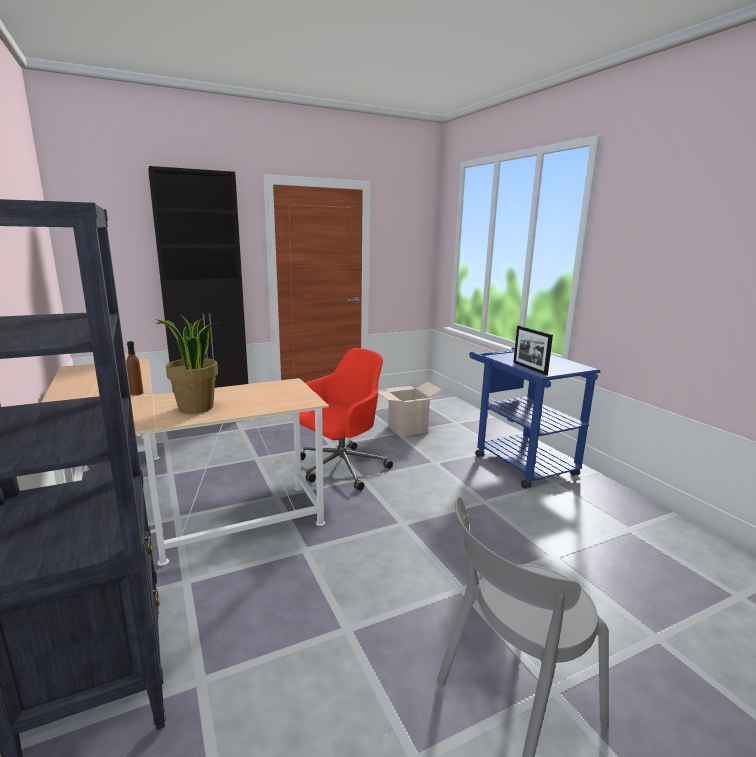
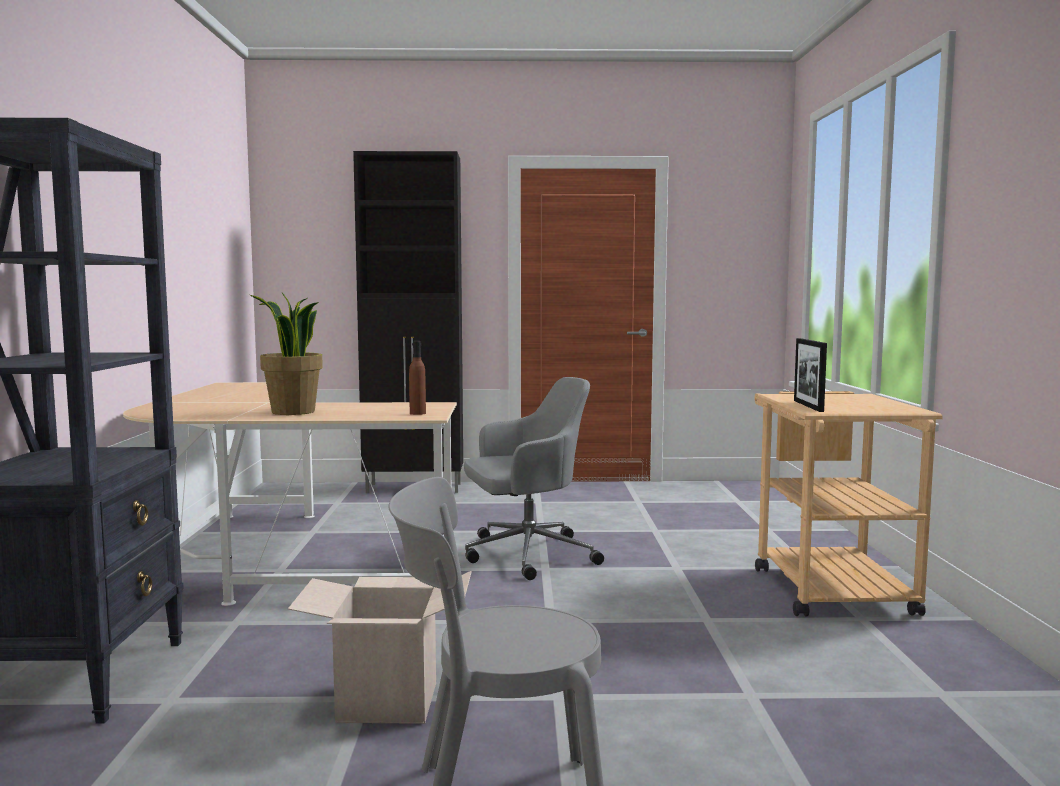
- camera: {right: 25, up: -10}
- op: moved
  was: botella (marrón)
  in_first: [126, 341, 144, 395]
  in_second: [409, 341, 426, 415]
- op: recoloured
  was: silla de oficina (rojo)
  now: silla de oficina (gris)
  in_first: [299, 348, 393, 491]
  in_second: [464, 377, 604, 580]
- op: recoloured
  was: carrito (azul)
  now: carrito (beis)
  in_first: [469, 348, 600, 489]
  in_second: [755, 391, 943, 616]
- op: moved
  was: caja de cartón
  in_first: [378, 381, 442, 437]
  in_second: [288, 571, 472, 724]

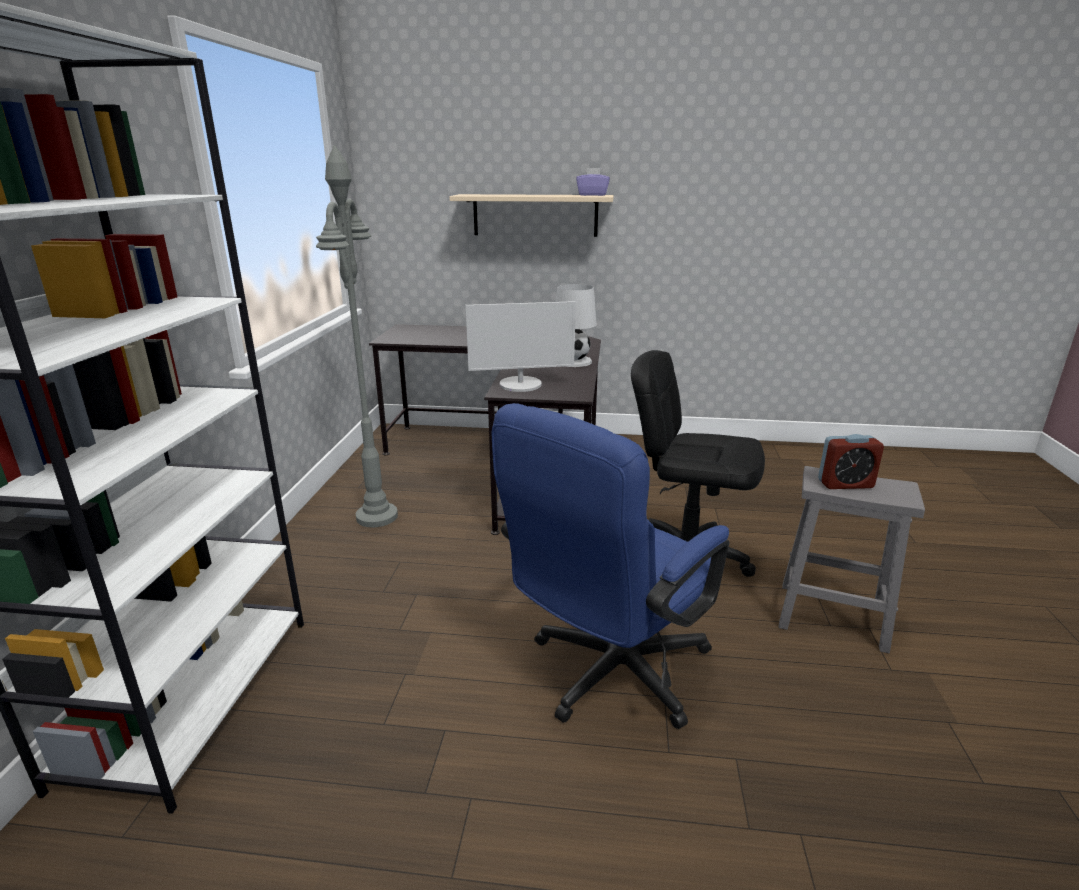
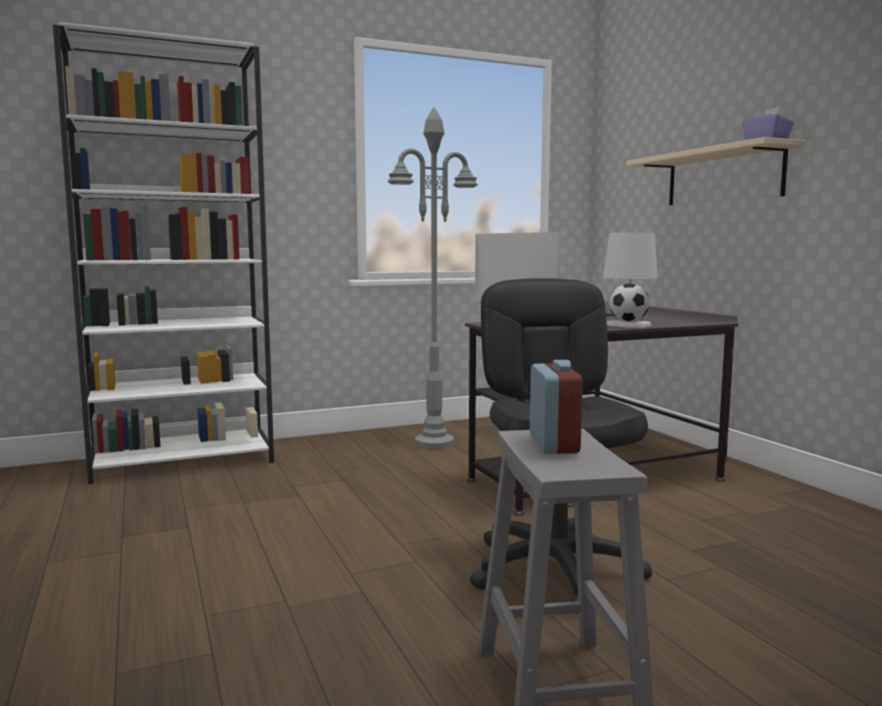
- camera: {right: 60, up: -15}
- op: removed
  was: silla de oficina (azul)
  in_first: [491, 403, 729, 729]
- op: turned
  was: despertador
  in_first: [818, 434, 884, 489]
  in_second: [530, 360, 583, 454]
  clockwise: -150

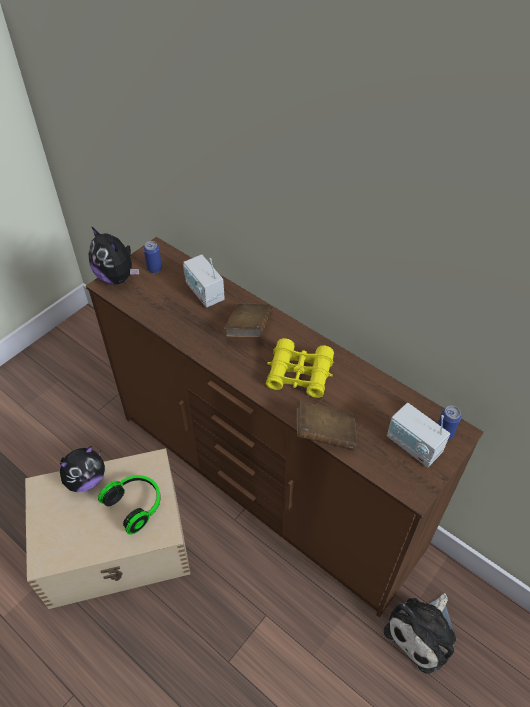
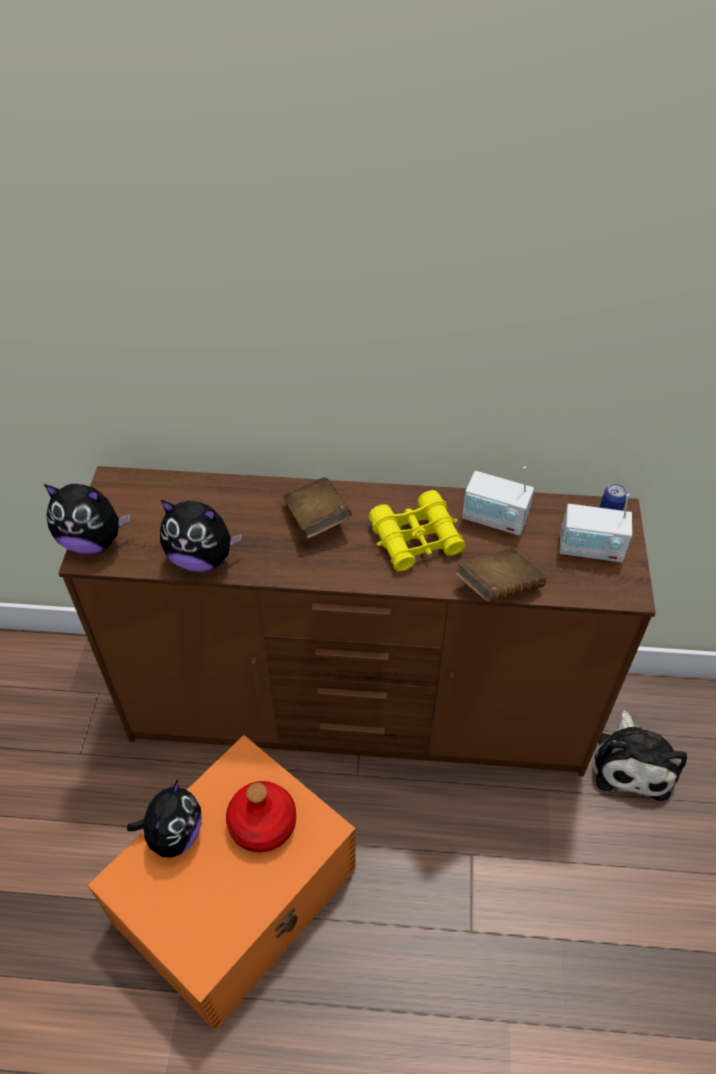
- camera: {right: -35, up: 0}
- op: removed
  was: lata
  in_first: [144, 241, 162, 273]
- op: moved
  was: radio
  in_first: [183, 254, 225, 308]
  in_second: [462, 467, 534, 536]
- op: recoloured
  was: caja de almacenaje (beis)
  now: caja de almacenaje (naranja)
  in_first: [25, 448, 190, 609]
  in_second: [87, 735, 356, 1031]
- op: replaced
  was: auriculares
  now: botella (rojo)
  in_first: [98, 475, 161, 535]
  in_second: [226, 781, 296, 852]
- op: added
  now: peluche
  in_second: [160, 500, 242, 572]

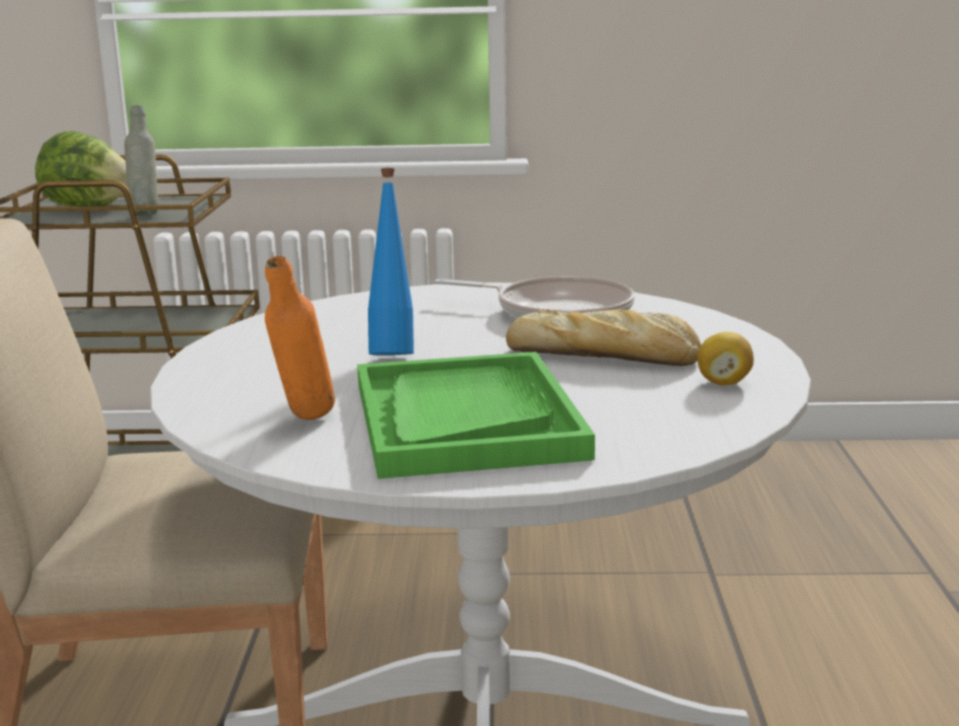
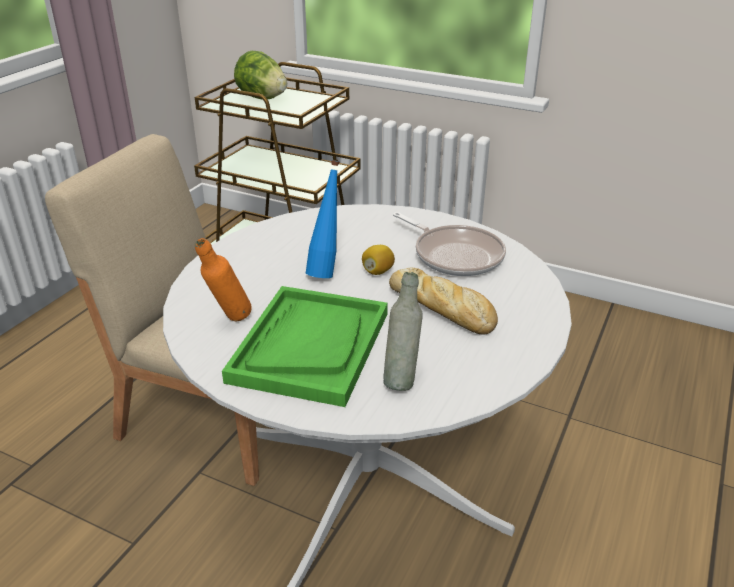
- camera: {right: 25, up: 15}
- op: moved
  was: botella (gris)
  in_first: [124, 105, 158, 216]
  in_second: [383, 272, 423, 391]
- op: moved
  was: limón
  in_first: [697, 332, 754, 386]
  in_second: [362, 245, 395, 275]

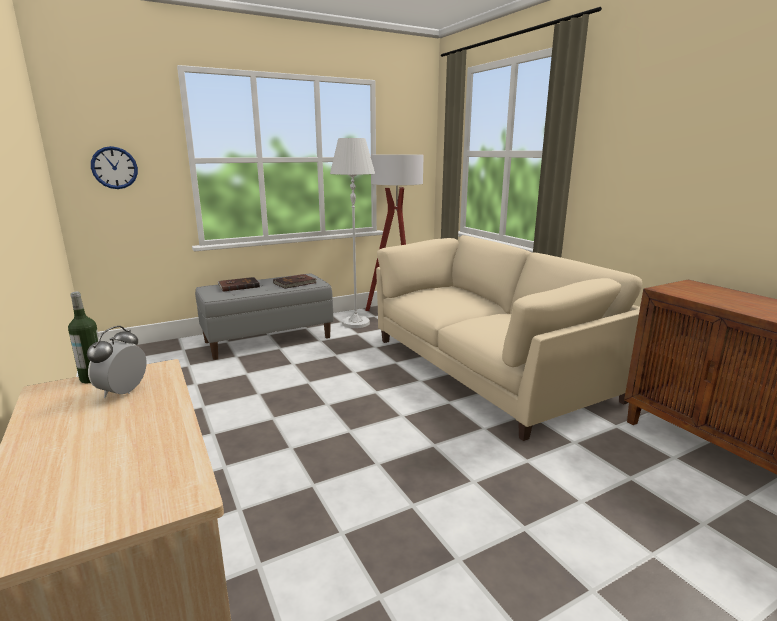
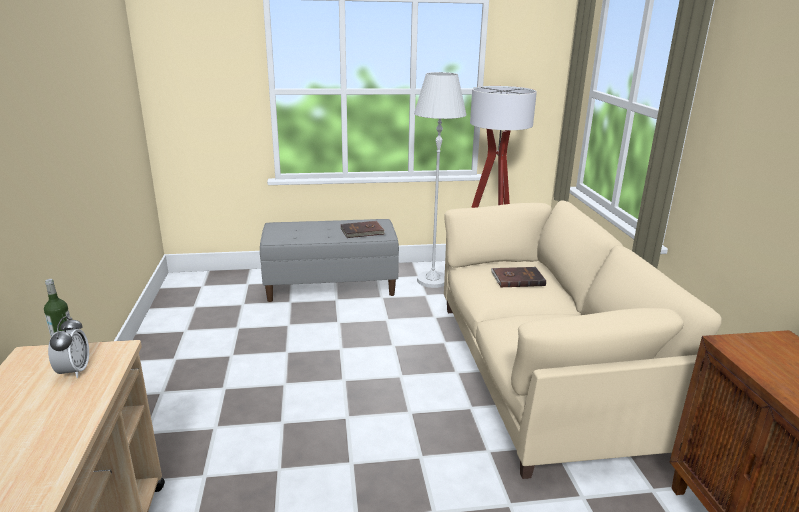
- camera: {right: 20, up: 5}
- op: removed
  was: reloj de pared
  in_first: [91, 146, 138, 189]
- op: moved
  was: libro (marrón)
  in_first: [217, 277, 260, 292]
  in_second: [491, 267, 546, 287]
- op: turned
  was: despertador
  in_first: [87, 326, 146, 398]
  in_second: [48, 316, 89, 378]
  clockwise: 135

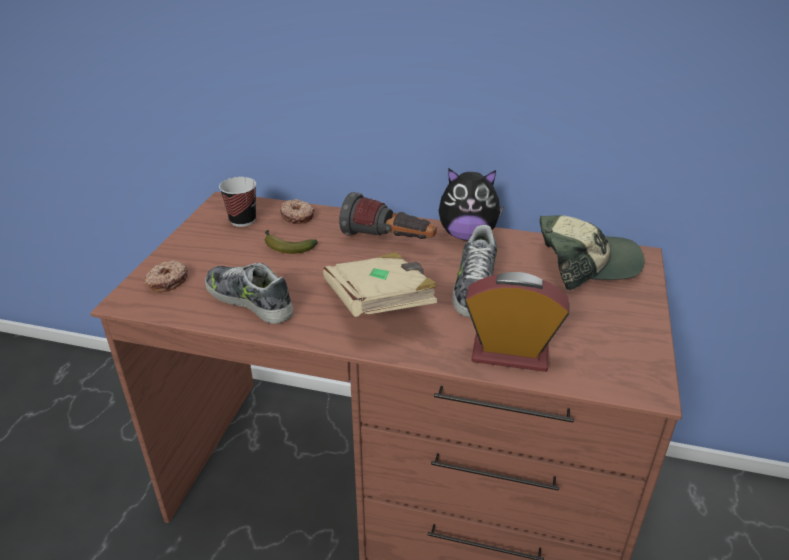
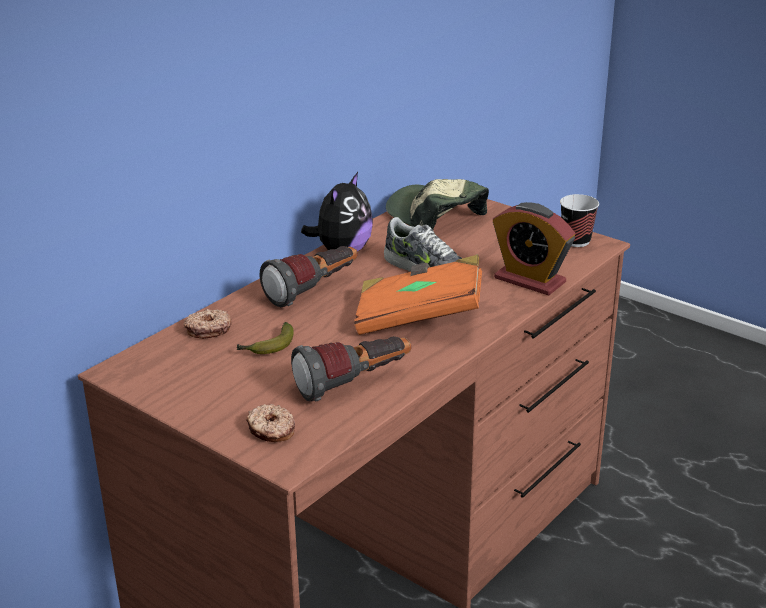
- camera: {right: -65, up: -5}
- op: moved
  was: taza
  in_first: [219, 177, 256, 227]
  in_second: [560, 194, 599, 247]
- op: turned
  was: gorra
  in_first: [540, 215, 645, 290]
  in_second: [386, 179, 489, 229]
  clockwise: -60
- op: recoloured
  was: libro (beis)
  now: libro (naranja)
  in_first: [323, 252, 437, 317]
  in_second: [354, 255, 482, 335]
- op: replaced
  was: zapato
  now: linterna
  in_first: [205, 263, 293, 324]
  in_second: [291, 336, 411, 402]
- op: turned
  was: despertador
  in_first: [465, 272, 569, 372]
  in_second: [493, 202, 575, 296]
  clockwise: -90

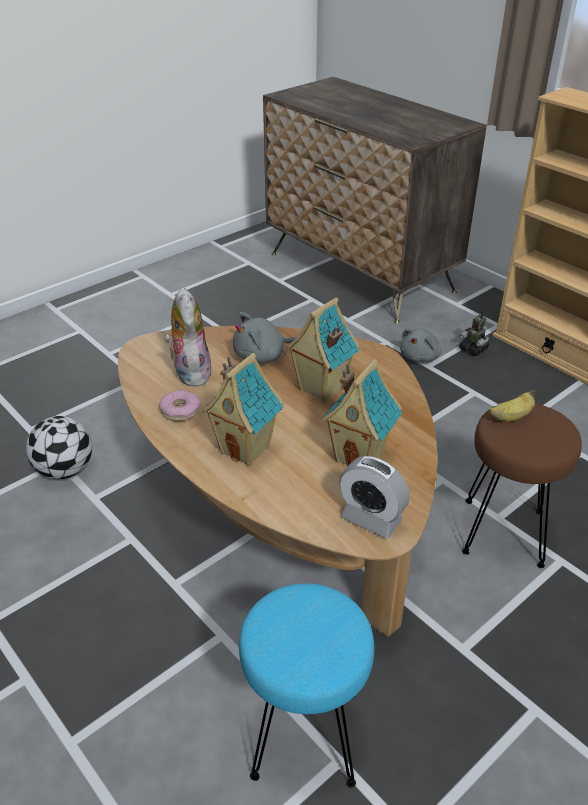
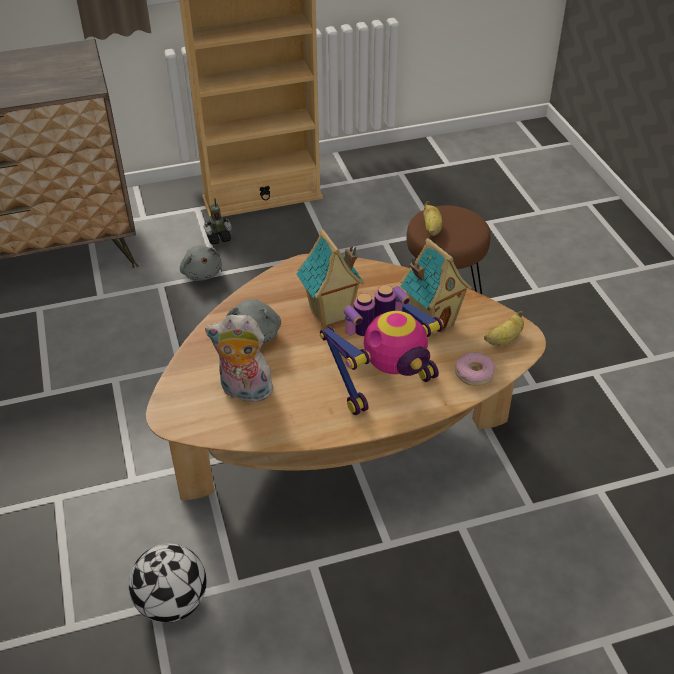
- camera: {right: -65, up: 5}
- op: replaced
  was: casita
  now: robot de juguete
  in_first: [202, 353, 284, 466]
  in_second: [320, 285, 444, 415]
- op: moved
  was: rosquilla
  in_first: [159, 390, 200, 421]
  in_second: [455, 352, 495, 386]
- op: replaced
  was: despertador
  now: plátano
  in_first: [339, 456, 410, 539]
  in_second: [484, 311, 524, 346]
- op: removed
  was: taburete (turquesa)
  in_first: [239, 583, 374, 788]

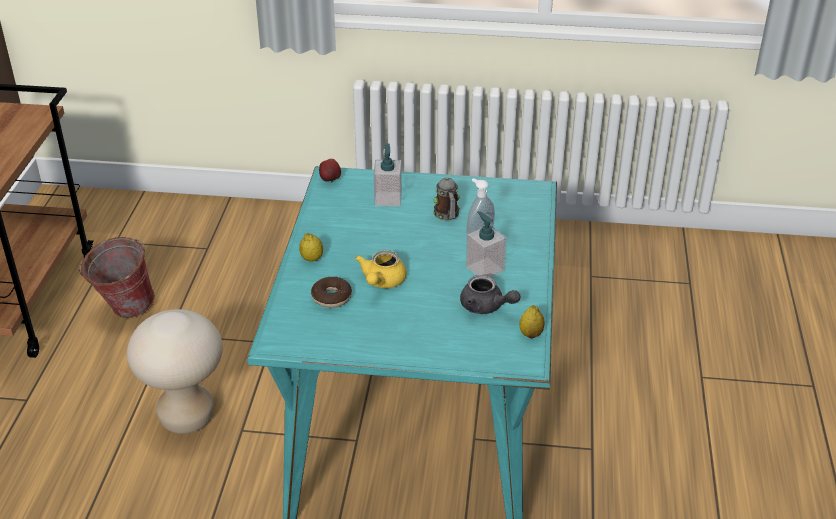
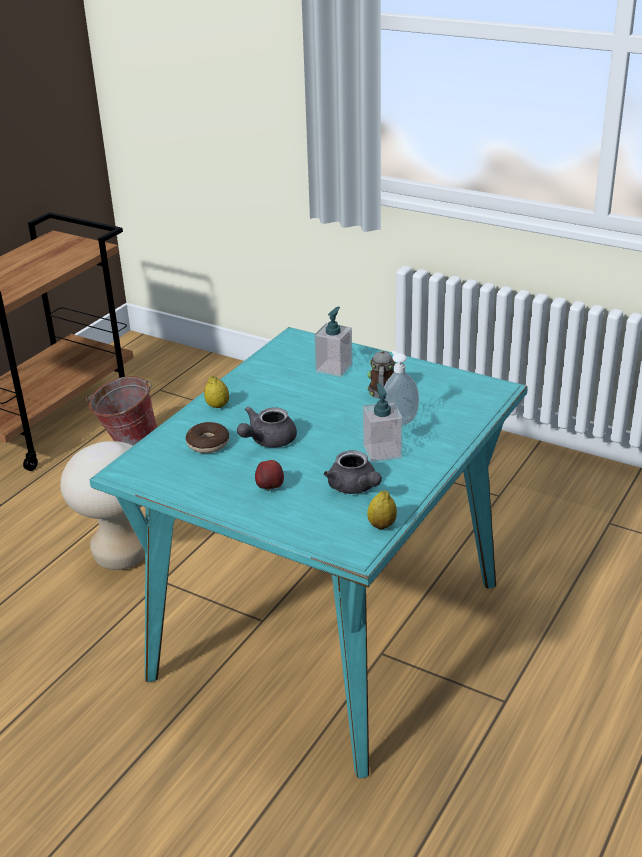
- camera: {right: 25, up: -5}
- op: moved
  was: manzana
  in_first: [319, 159, 341, 183]
  in_second: [255, 460, 284, 491]
- op: recoloured
  was: tetera (amarillo)
  now: tetera (gris)
  in_first: [355, 250, 407, 288]
  in_second: [237, 407, 297, 448]

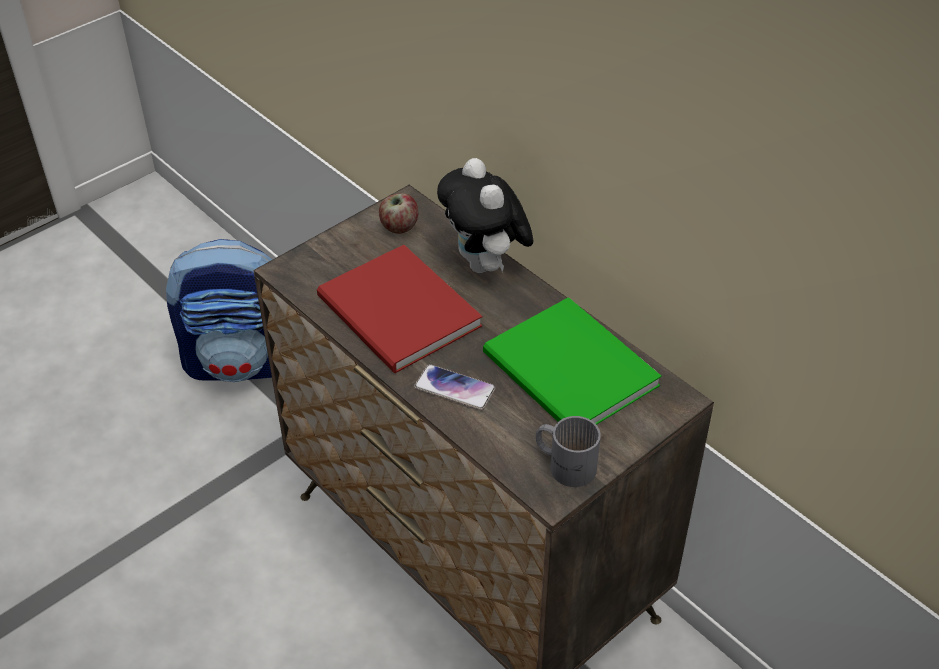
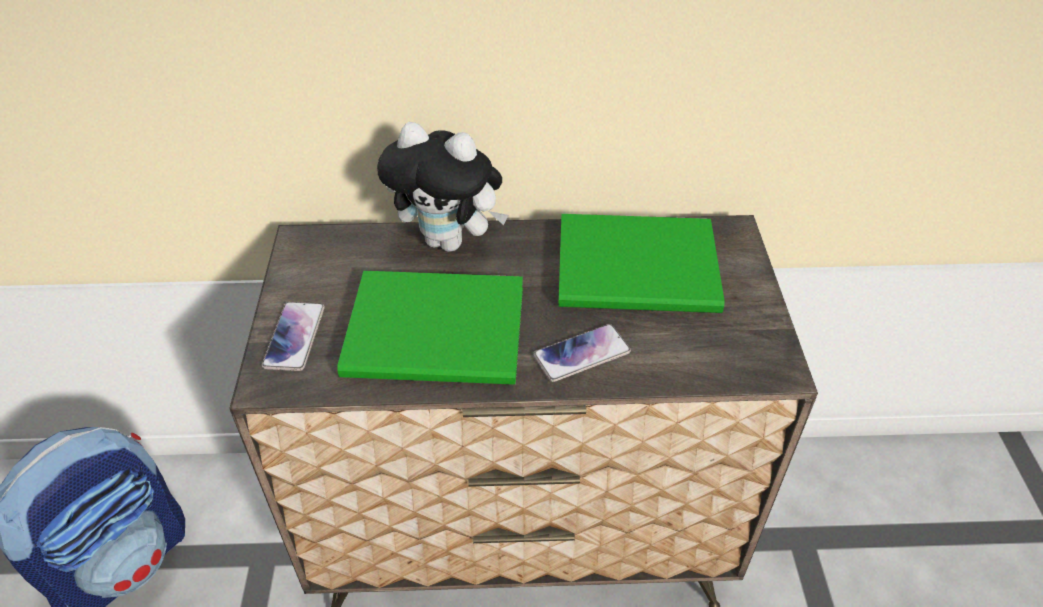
- camera: {right: -50, up: 0}
- op: removed
  was: manzana
  in_first: [379, 193, 418, 234]
- op: recoloured
  was: libro (rojo)
  now: libro (verde)
  in_first: [317, 245, 482, 373]
  in_second: [337, 271, 523, 385]
- op: removed
  was: taza grande (gris)
  in_first: [536, 416, 601, 487]
- op: added
  now: móvil
  in_second: [262, 302, 325, 371]

